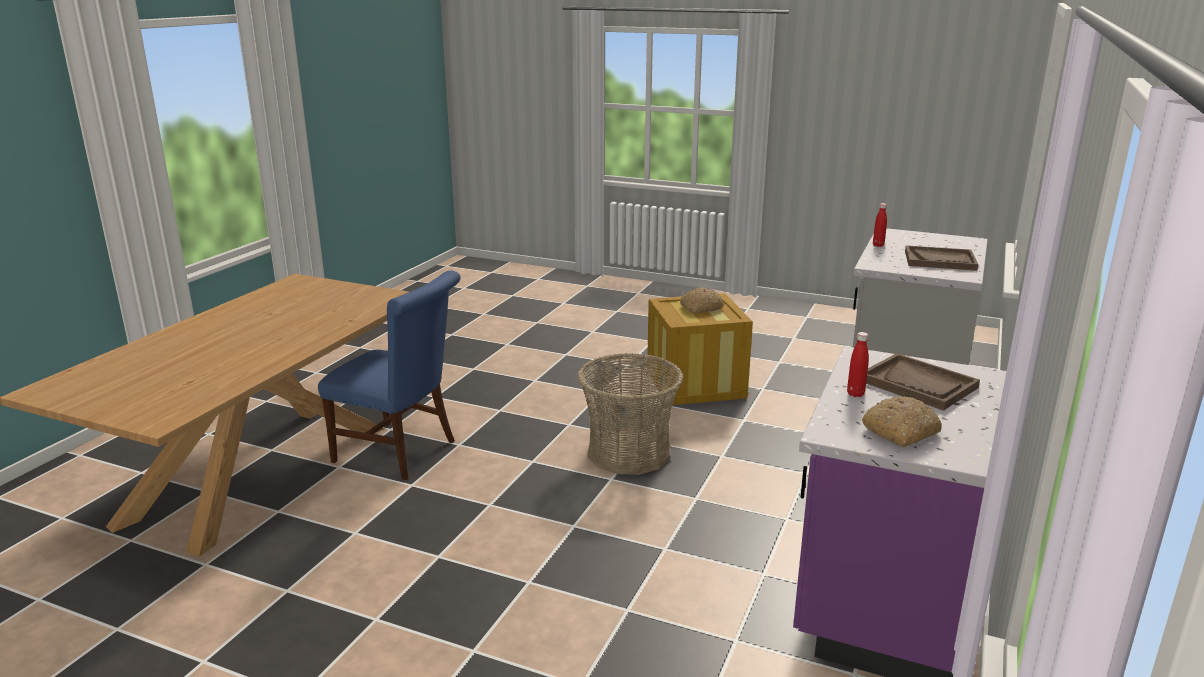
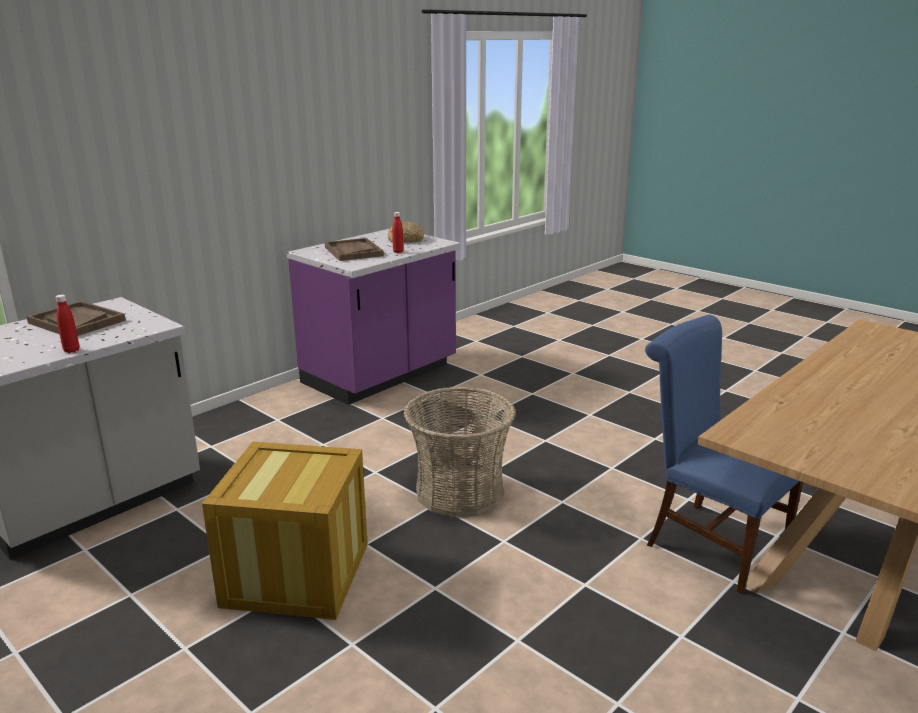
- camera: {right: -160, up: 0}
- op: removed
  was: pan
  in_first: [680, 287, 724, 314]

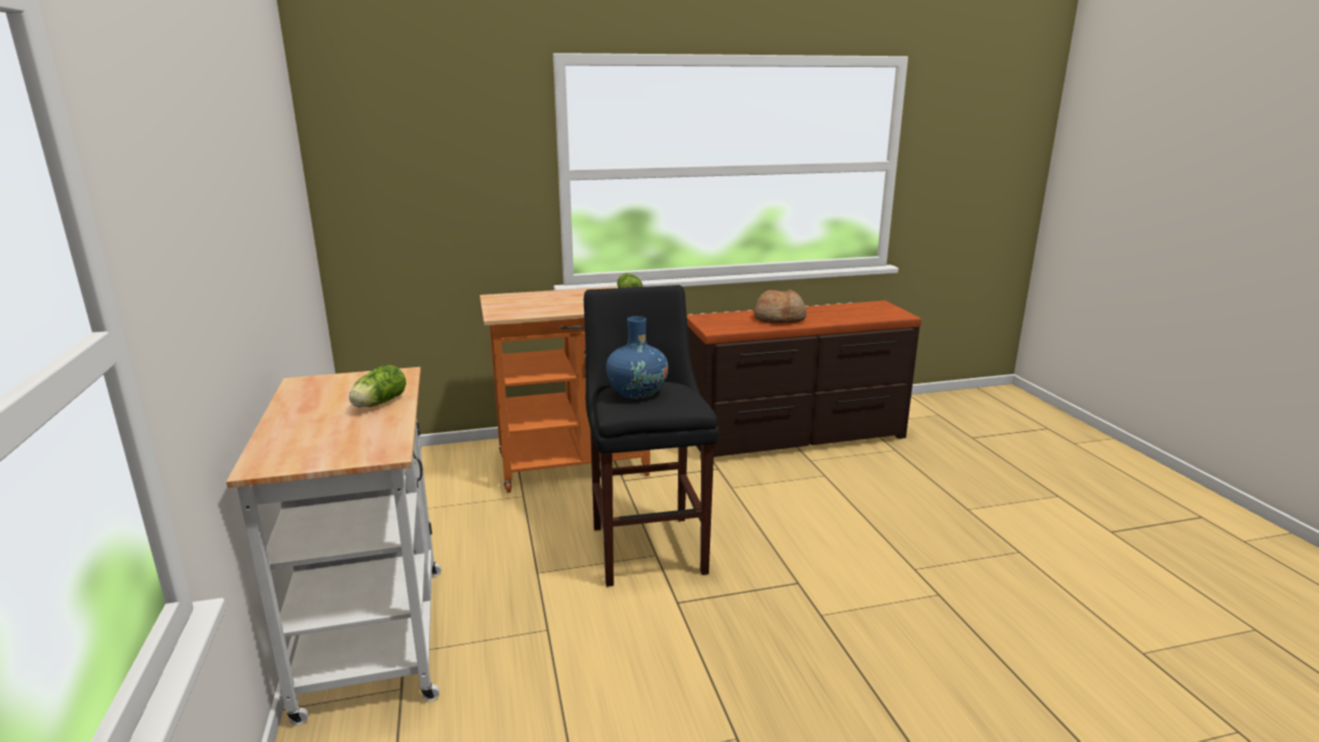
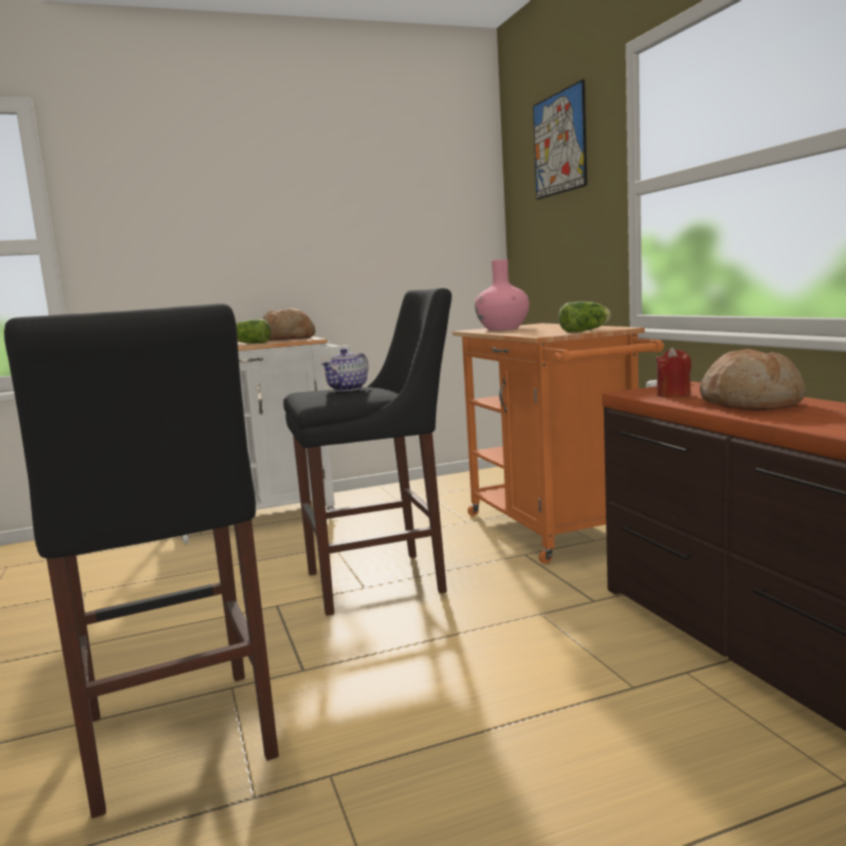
- camera: {right: 85, up: -10}
- op: replaced
  was: florero (azul)
  now: tetera
  in_first: [606, 316, 668, 399]
  in_second: [321, 348, 369, 391]
- op: added
  now: cuadro
  in_second: [533, 79, 587, 200]
- op: added
  now: florero (rosa)
  in_second: [475, 259, 529, 330]
- op: added
  now: taburete (negro)
  in_second: [4, 304, 279, 818]
- op: added
  now: pan
  in_second: [262, 308, 315, 341]
- op: added
  now: vela (rojo)
  in_second: [656, 347, 691, 397]

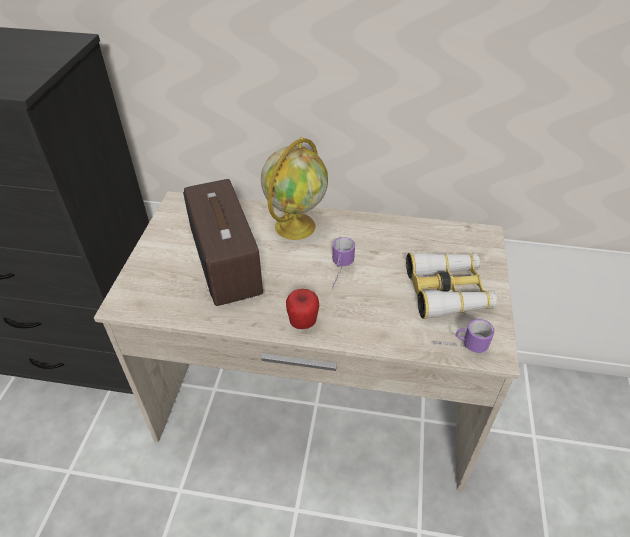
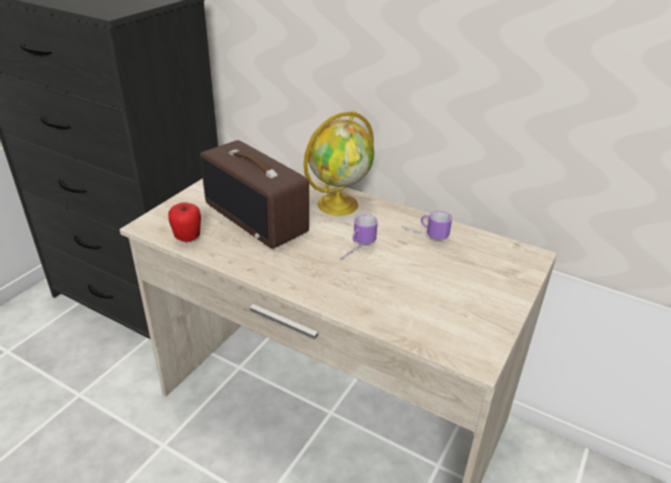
- camera: {right: 20, up: -10}
- op: turned
  was: radio
  in_first: [183, 179, 263, 306]
  in_second: [200, 140, 309, 248]
  clockwise: -45
- op: removed
  was: prismáticos
  in_first: [406, 252, 497, 319]
- op: moved
  was: manzana
  in_first: [286, 289, 319, 329]
  in_second: [168, 203, 201, 242]
- op: moved
  was: taza grande
  in_first: [431, 319, 494, 353]
  in_second: [402, 211, 452, 240]

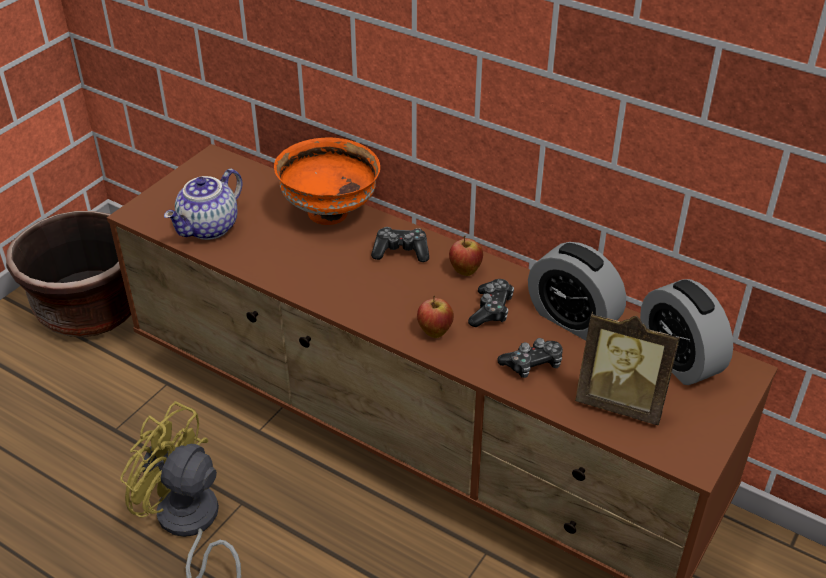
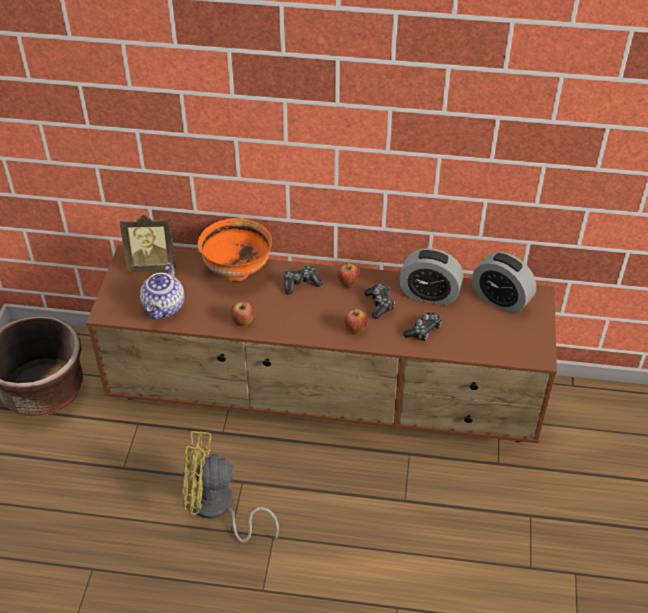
- camera: {right: -25, up: 5}
- op: moved
  was: portarretratos
  in_first: [575, 312, 680, 425]
  in_second: [120, 215, 176, 272]
- op: added
  now: manzana
  in_second: [231, 301, 254, 326]

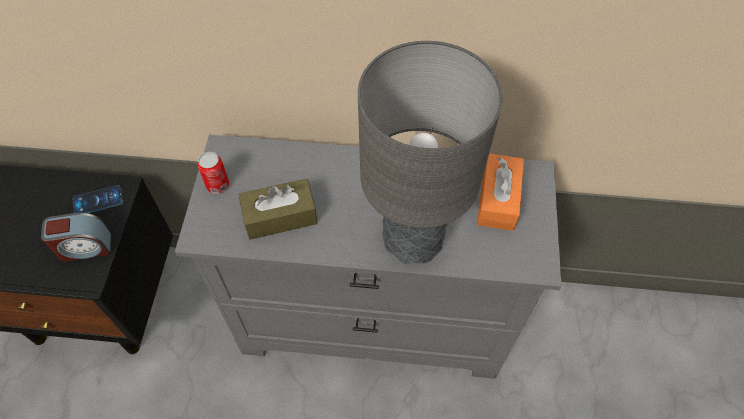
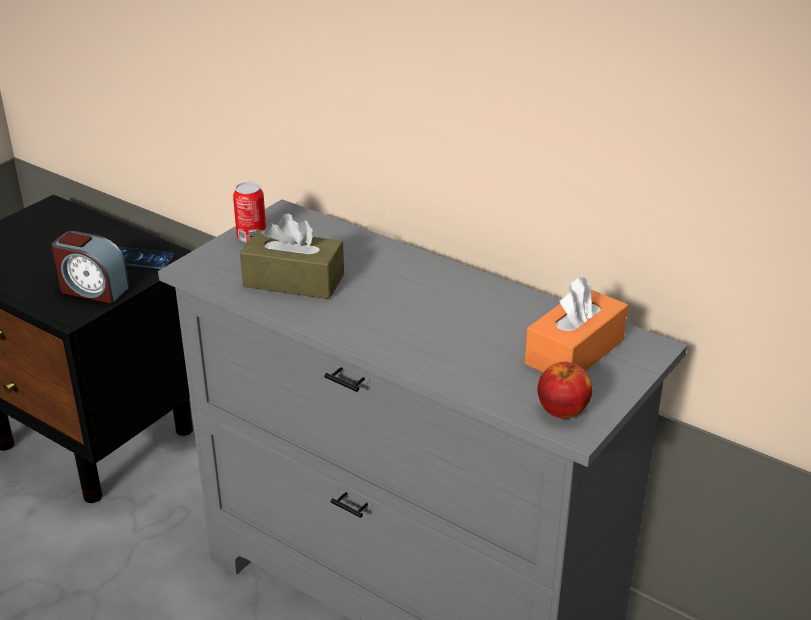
- camera: {right: 30, up: -25}
- op: removed
  was: lámpara de mesa (gris)
  in_first: [358, 41, 503, 264]
- op: added
  now: manzana
  in_second: [537, 362, 592, 419]

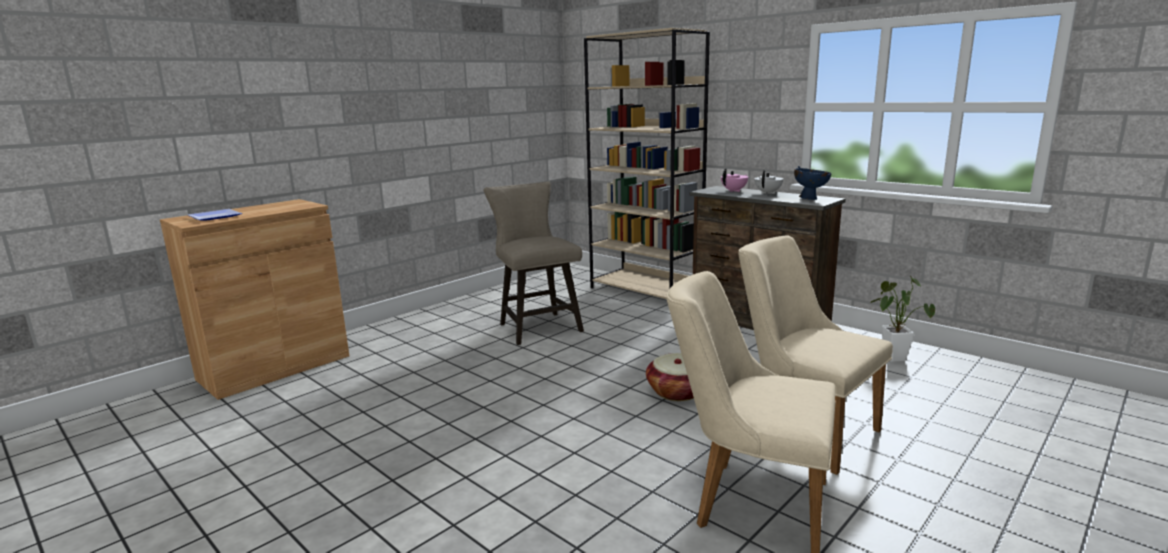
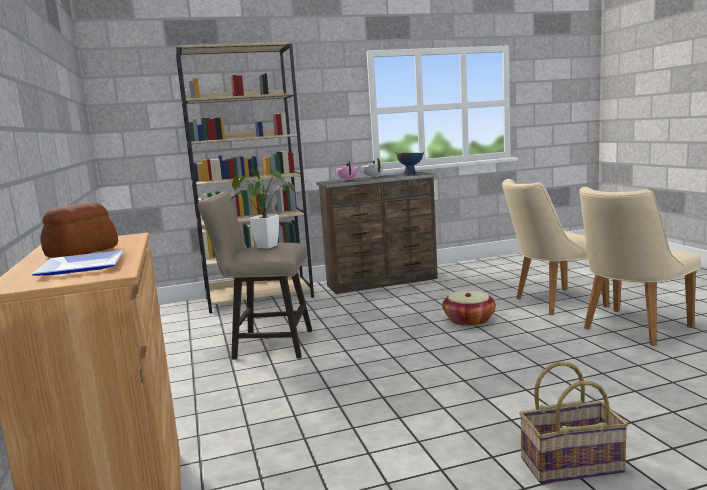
- camera: {right: -60, up: -5}
- op: moved
  was: planta en maceta
  in_first: [871, 276, 935, 362]
  in_second: [231, 168, 295, 249]
- op: added
  now: pan
  in_second: [40, 202, 118, 258]
- op: added
  now: cesta
  in_second: [519, 362, 628, 484]

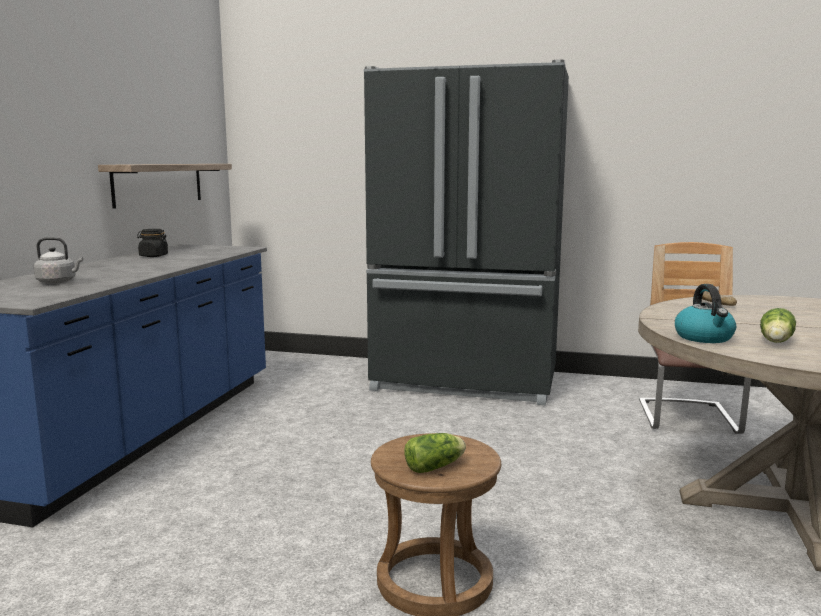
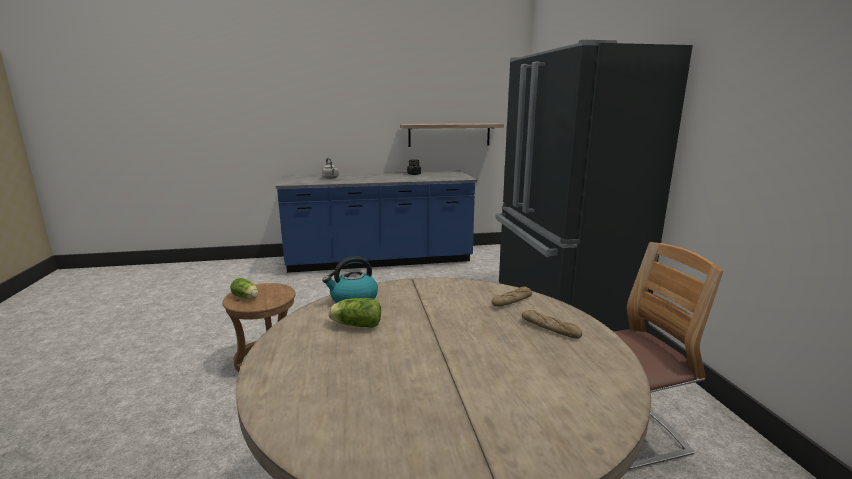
- camera: {right: 65, up: 5}
- op: added
  now: pan
  in_second: [522, 310, 582, 339]

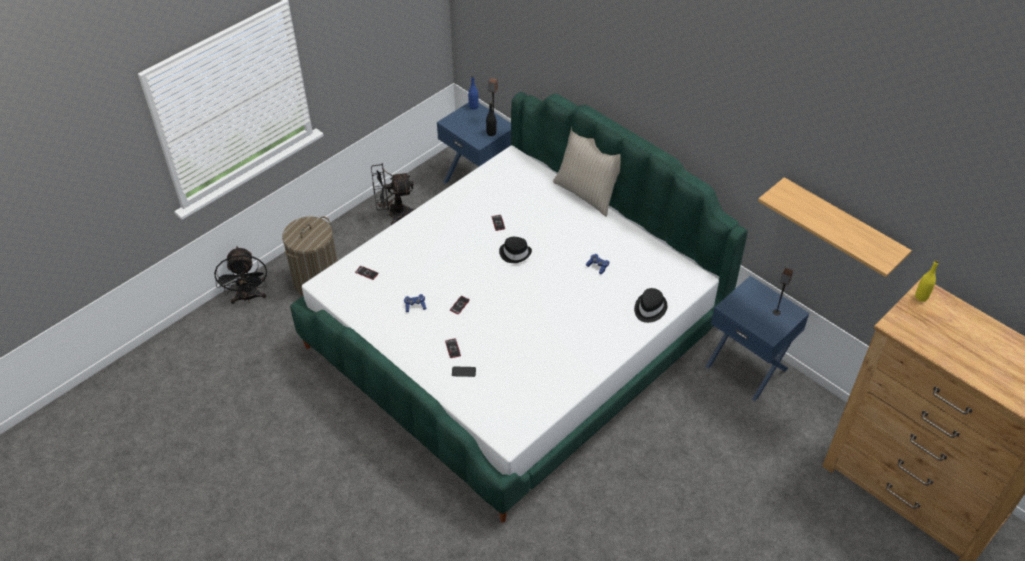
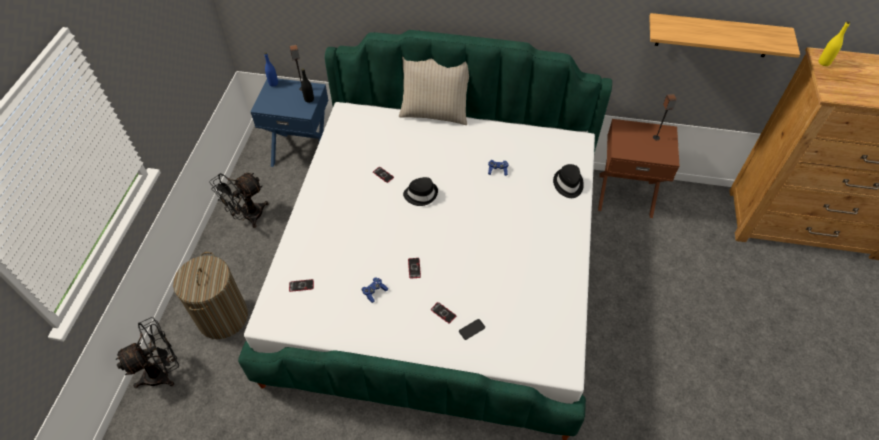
- camera: {right: -35, up: 5}
- op: turned
  was: ventilador (negro)
  in_first: [214, 246, 267, 304]
  in_second: [116, 317, 179, 388]
  clockwise: -75
- op: recoloured
  was: mesita de noche (azul)
  now: mesita de noche (marrón)
  in_first: [705, 276, 809, 401]
  in_second: [598, 119, 680, 218]

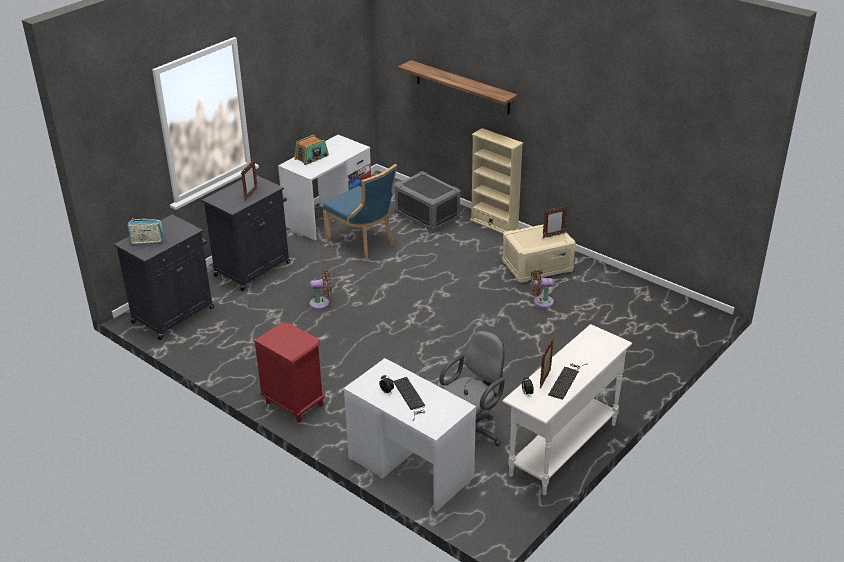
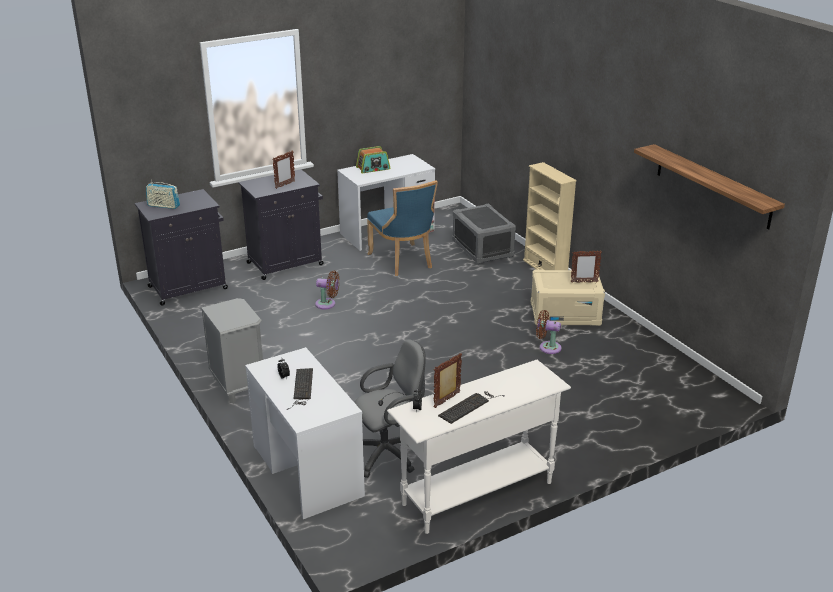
- camera: {right: 20, up: -5}
- op: moved
  was: estante
  in_first: [398, 60, 518, 114]
  in_second: [634, 144, 785, 229]
- op: recoloured
  was: mesita de noche (rojo)
  now: mesita de noche (gris)
  in_first: [253, 322, 325, 423]
  in_second: [201, 298, 263, 403]

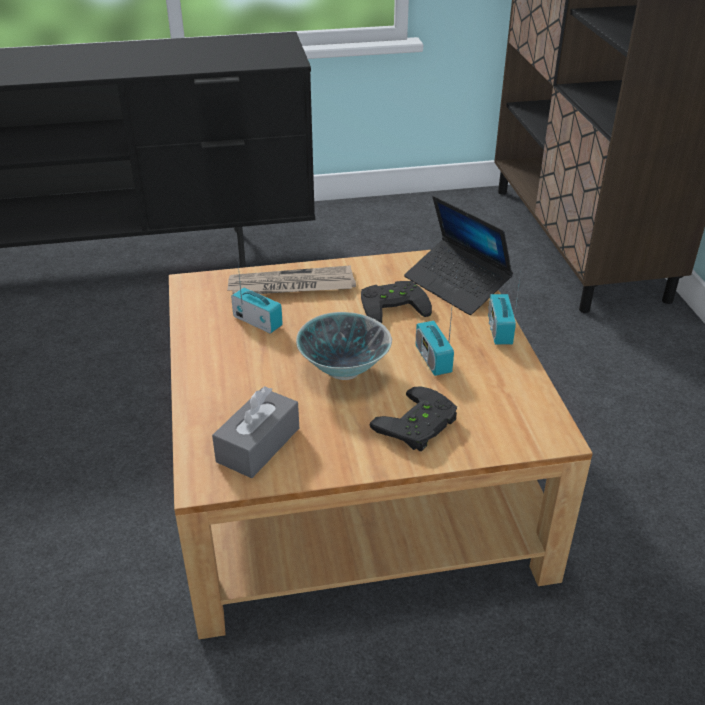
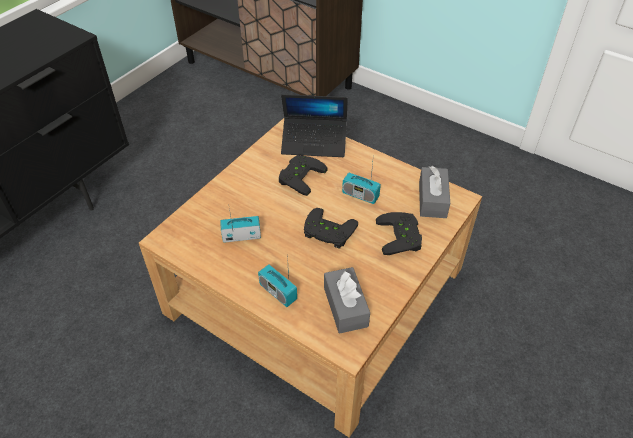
- camera: {right: -45, up: 10}
- op: removed
  was: periódico
  in_first: [227, 265, 356, 294]
- op: moved
  was: radio
  in_first: [488, 273, 521, 345]
  in_second: [258, 255, 297, 307]
- op: replaced
  was: cuenco
  now: mando de consola (negro)
  in_first: [296, 312, 392, 380]
  in_second: [304, 208, 358, 249]
- op: added
  now: caja de pañuelos (gris)
  in_second: [419, 166, 450, 218]

